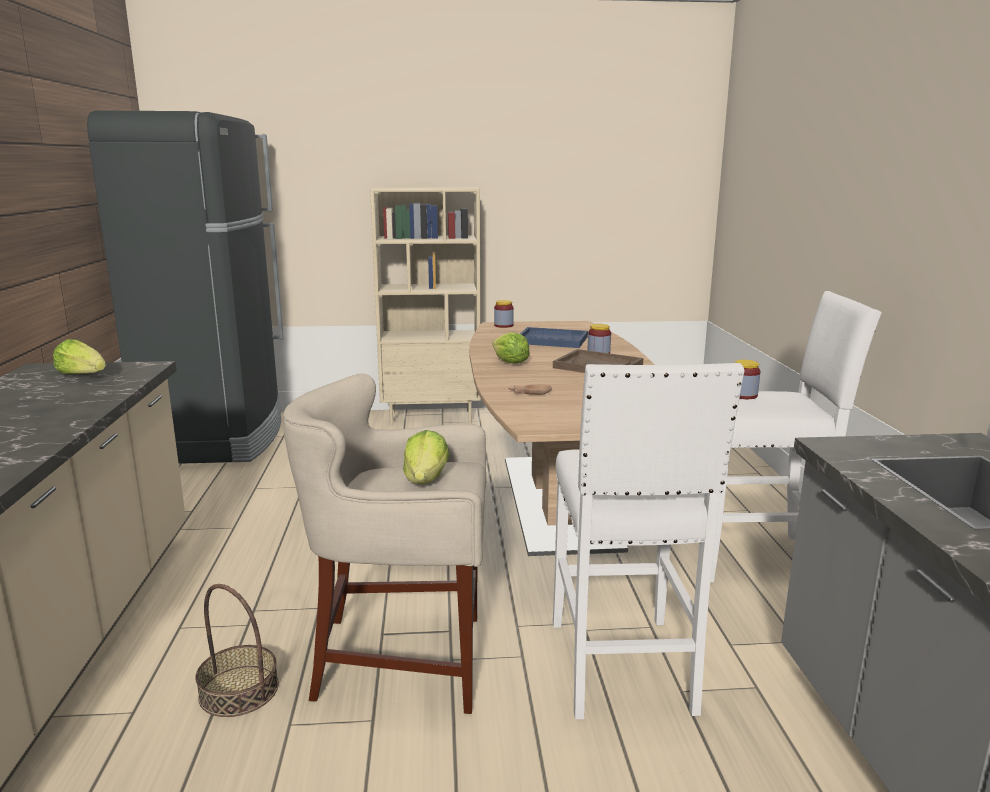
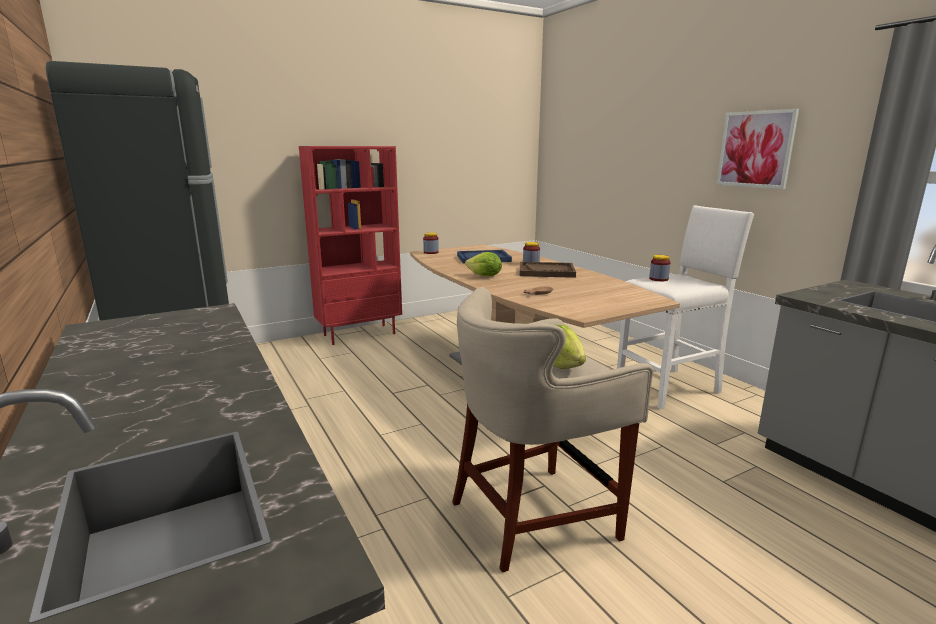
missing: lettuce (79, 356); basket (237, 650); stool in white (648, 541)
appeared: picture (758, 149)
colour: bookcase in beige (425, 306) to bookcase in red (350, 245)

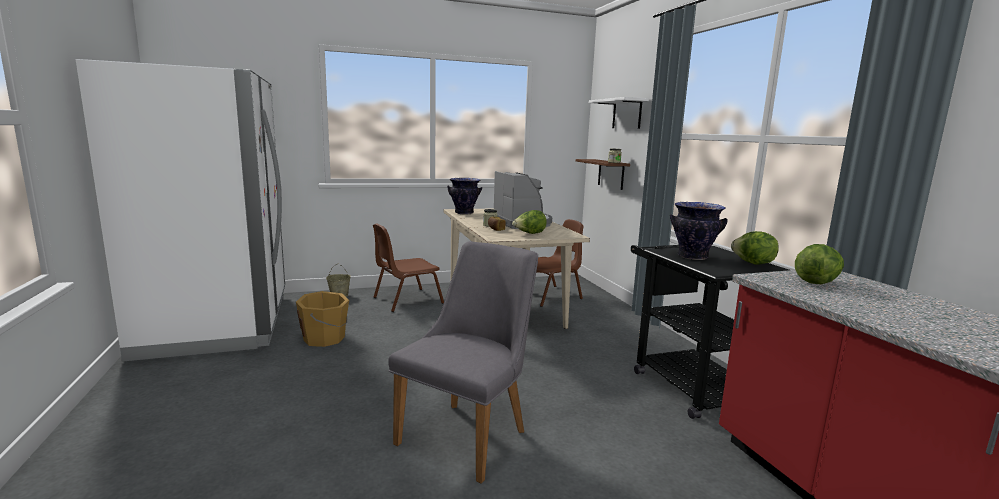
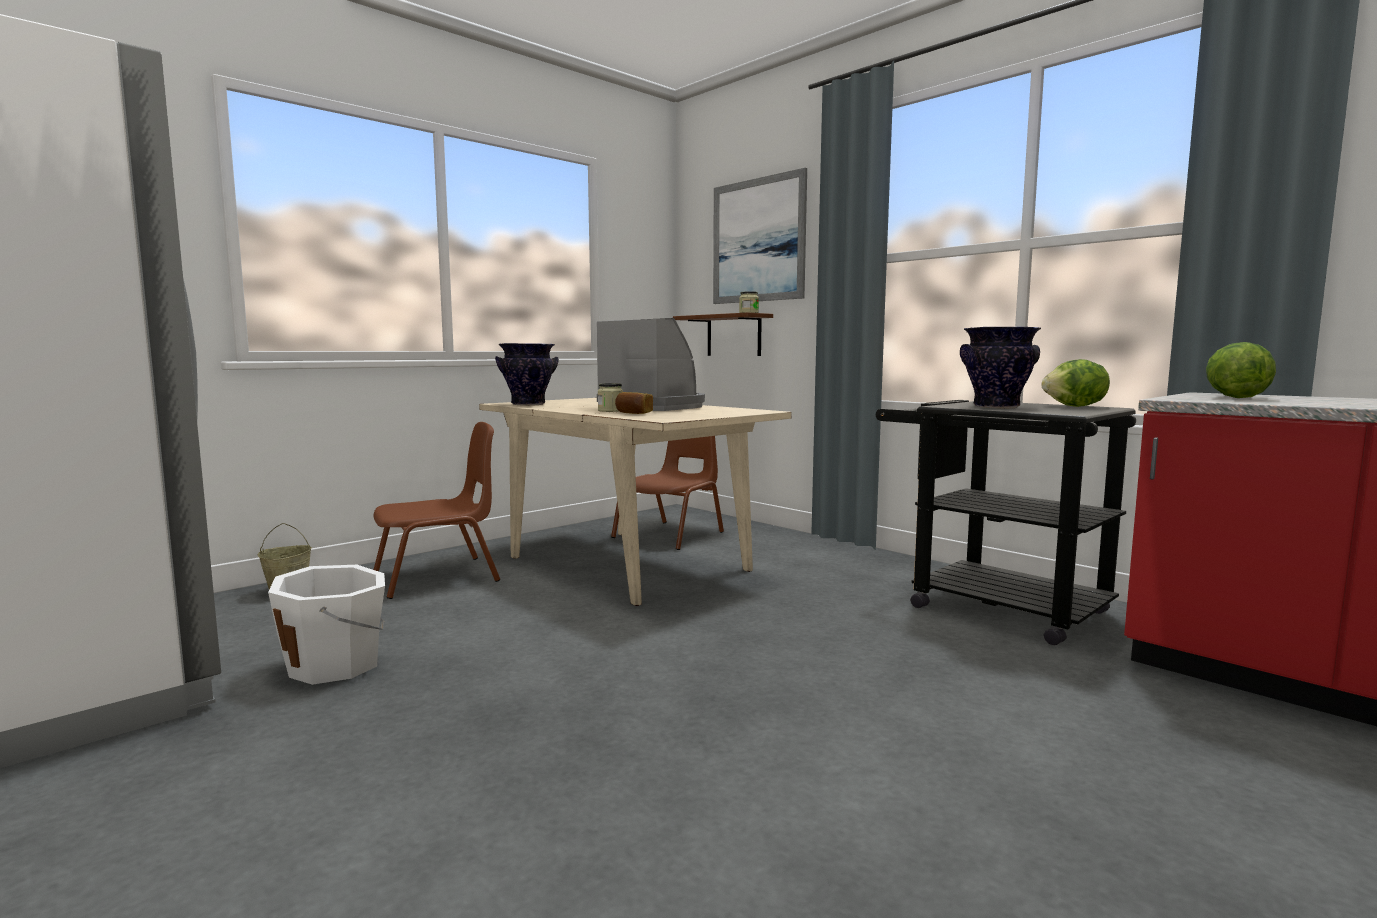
missing: chair in grey (463, 362); lettuce (529, 222)
exchanged: shelf in white (619, 113) to picture (760, 236)
colour: bucket in orange (322, 319) to bucket in white (326, 625)
spun: chair in brown (408, 267) = (437, 510) 150 degrees counterclockwise

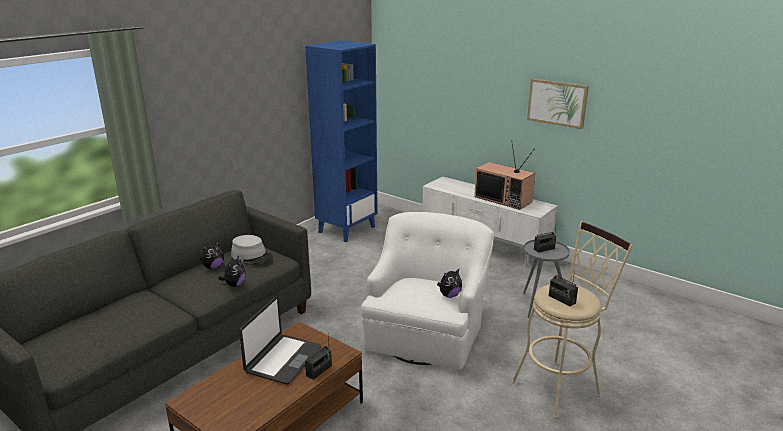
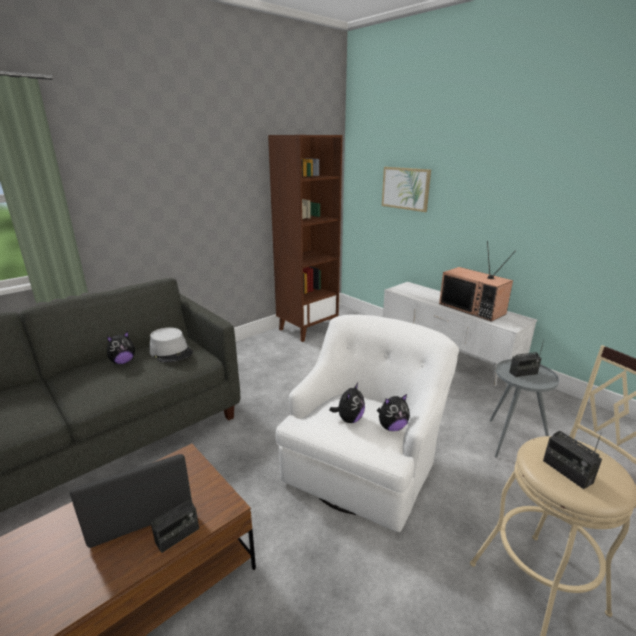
relocated: plush toy (232, 271) to (347, 403); picture (558, 104) to (406, 189)
colour: bookcase in blue (341, 141) to bookcase in brown (305, 238)
spun: laptop (280, 340) = (130, 501) 150 degrees counterclockwise

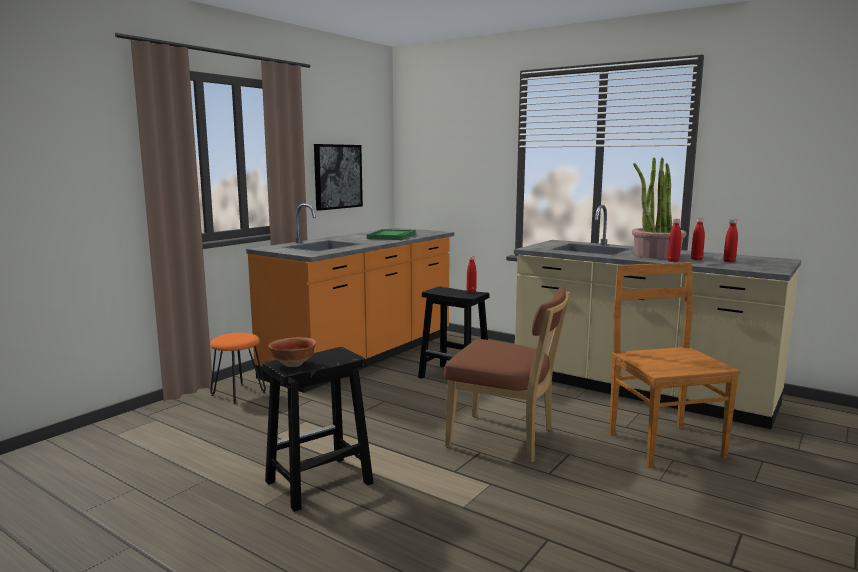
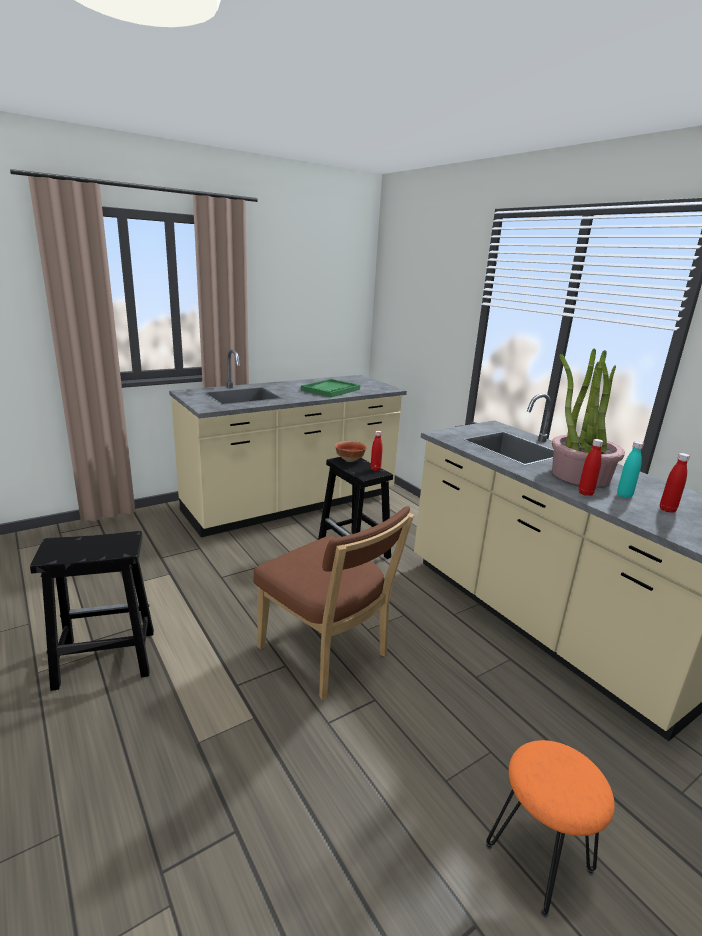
missing: picture (338, 177); chair in brown (674, 365)
relocated: stool in orange (238, 368) to (550, 828); bowl (292, 352) to (351, 451)
colour: counter in orange (350, 298) to counter in beige (288, 443); bottle in red (698, 239) to bottle in turquoise (630, 469)

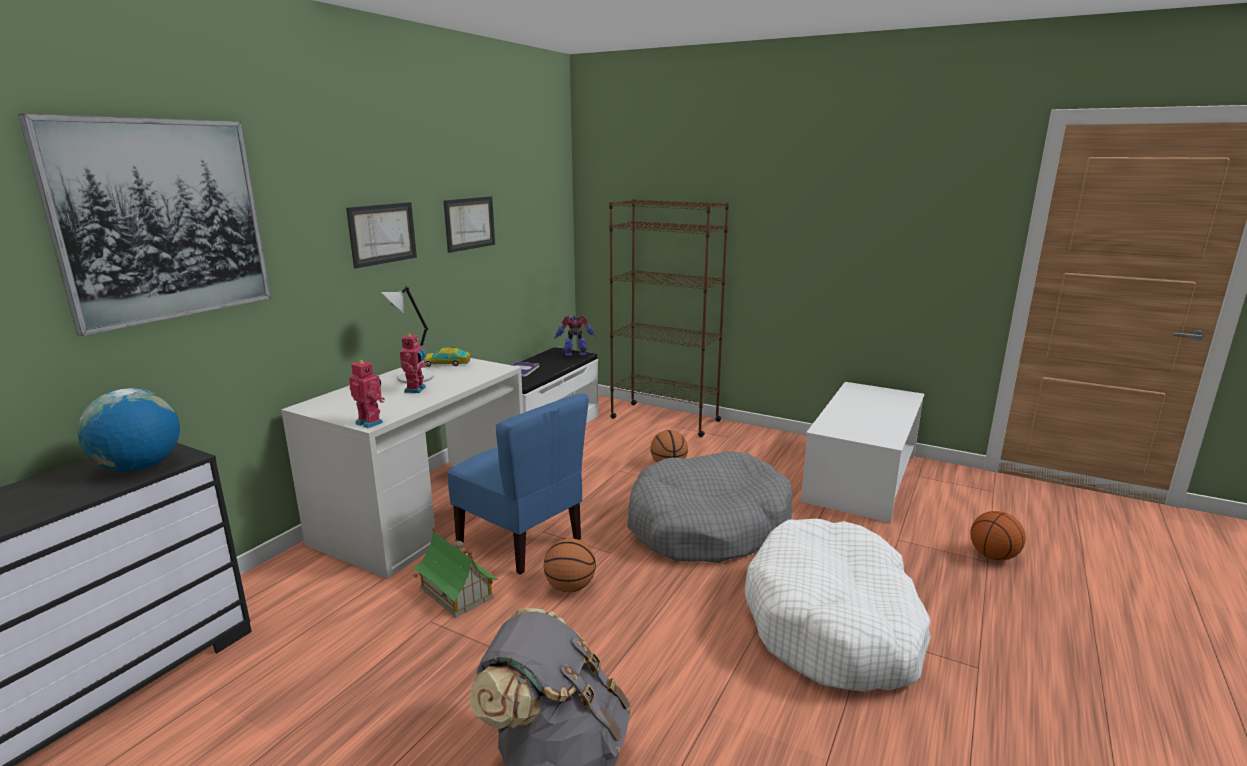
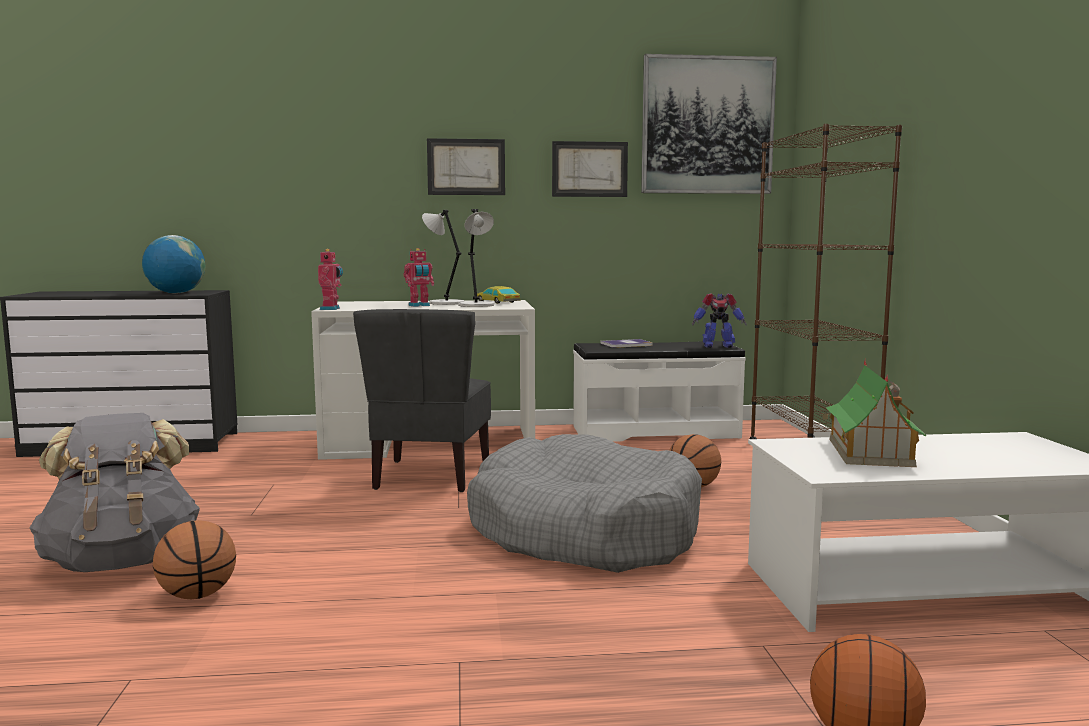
missing: dog bed in white (837, 605)
appeared: table lamp in grey (476, 258)
relocated: picture (144, 225) to (709, 124); toy house (455, 572) to (872, 413); basketball (569, 565) to (194, 559)
colour: chair in blue (518, 484) to chair in grey (422, 400)
spun: toy robot (575, 335) = (719, 320) 135 degrees clockwise

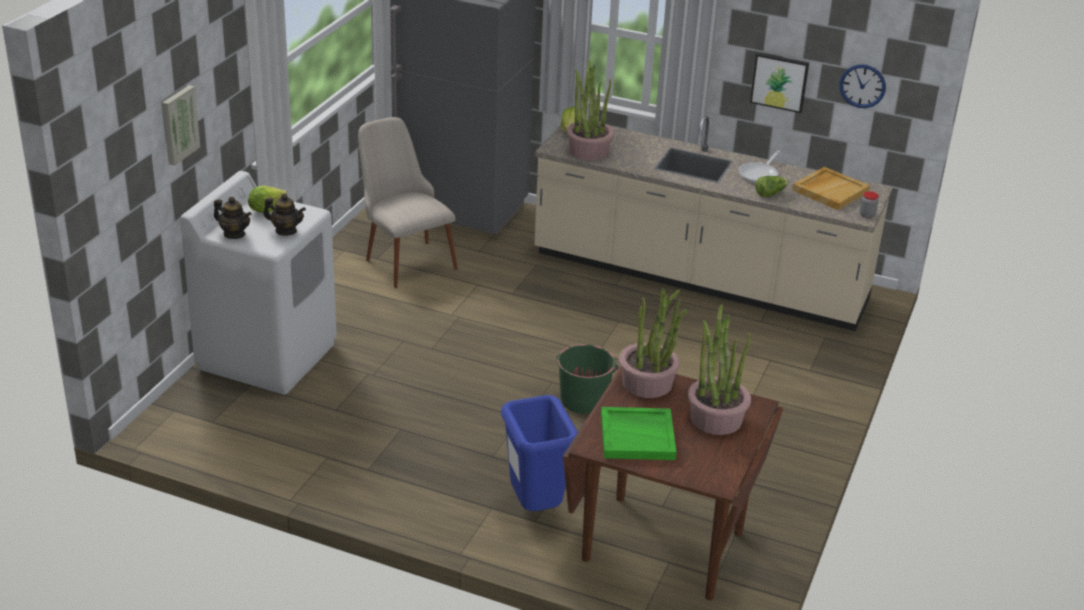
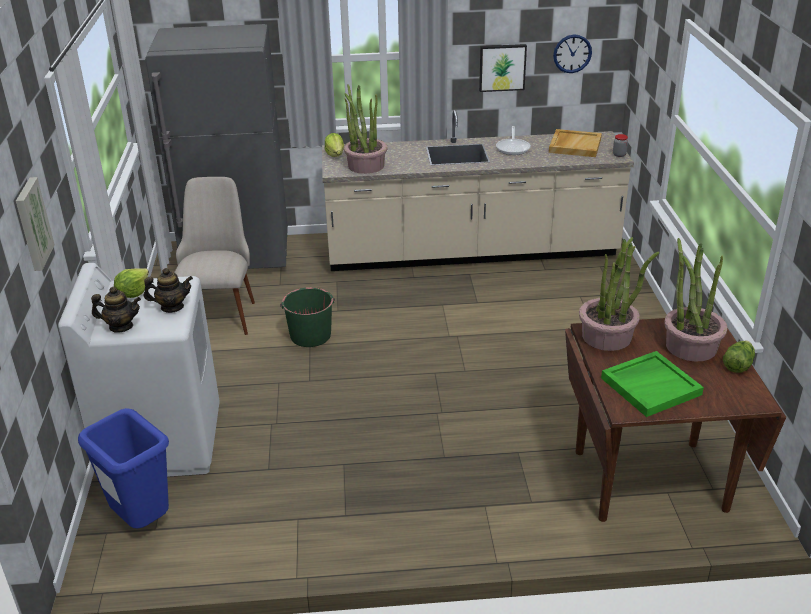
relocated: trash can in blue (539, 453) to (123, 468); bucket in green (587, 379) to (307, 317); lettuce (772, 186) to (739, 357)
spun: chair in beige (408, 202) = (214, 256) 60 degrees clockwise

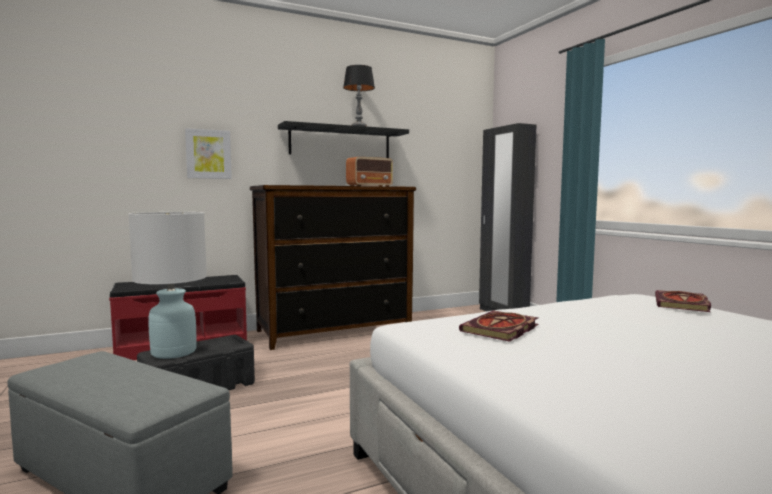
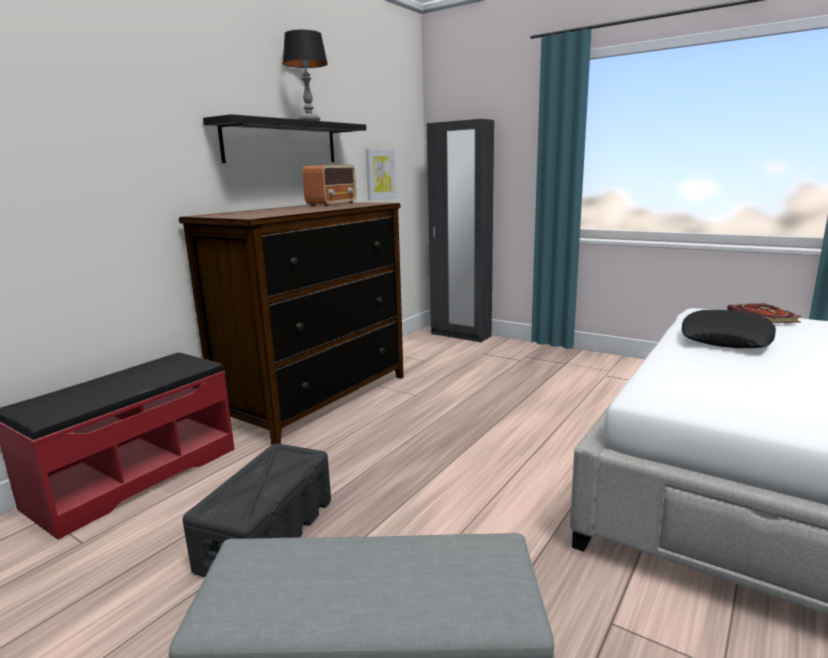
missing: table lamp in white (167, 285); book (498, 326)
appeared: pillow in black (729, 329)
relocated: picture (208, 153) to (381, 174)

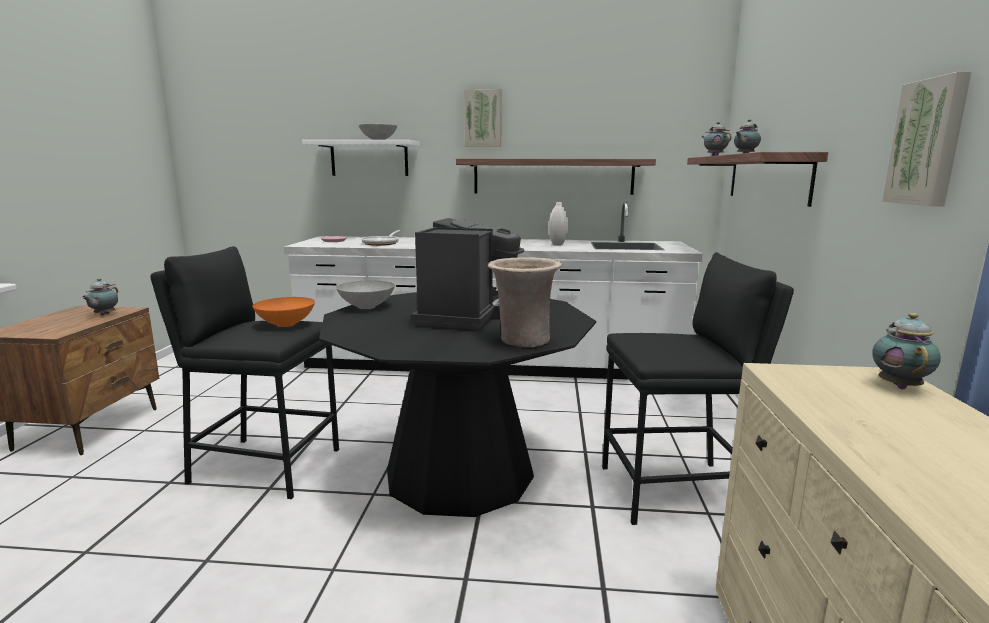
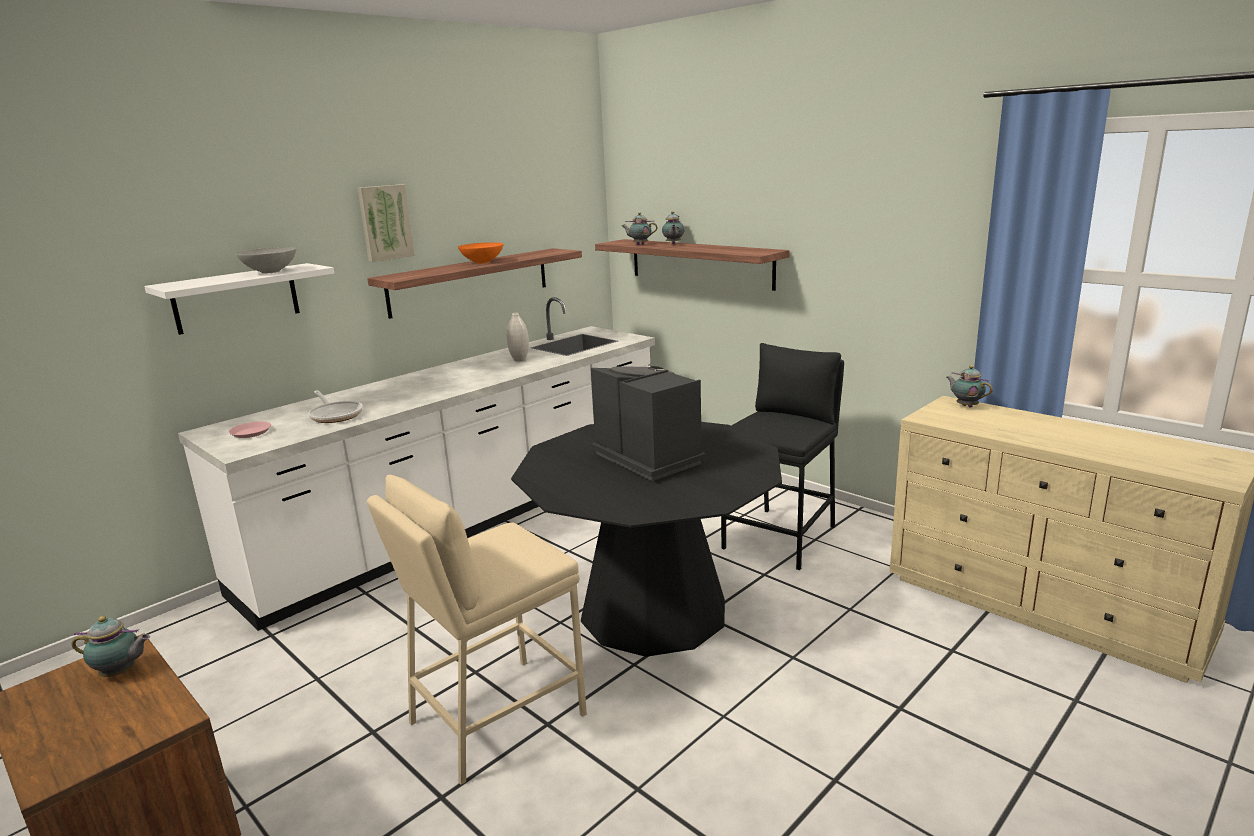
missing: bowl in grey (365, 294); vase in beige (525, 302); picture (927, 138)
relocated: bowl in orange (284, 312) to (481, 253)
colour: stool in black (244, 372) to stool in beige (477, 630)
spun: teapot (100, 297) = (111, 646) 45 degrees counterclockwise

